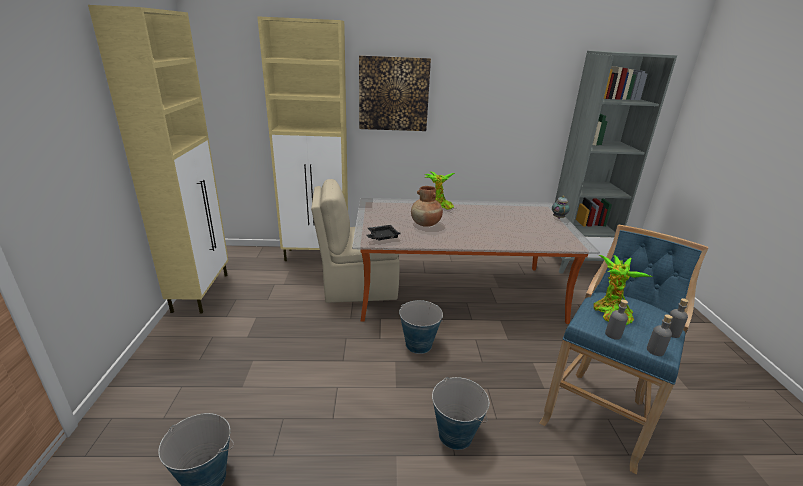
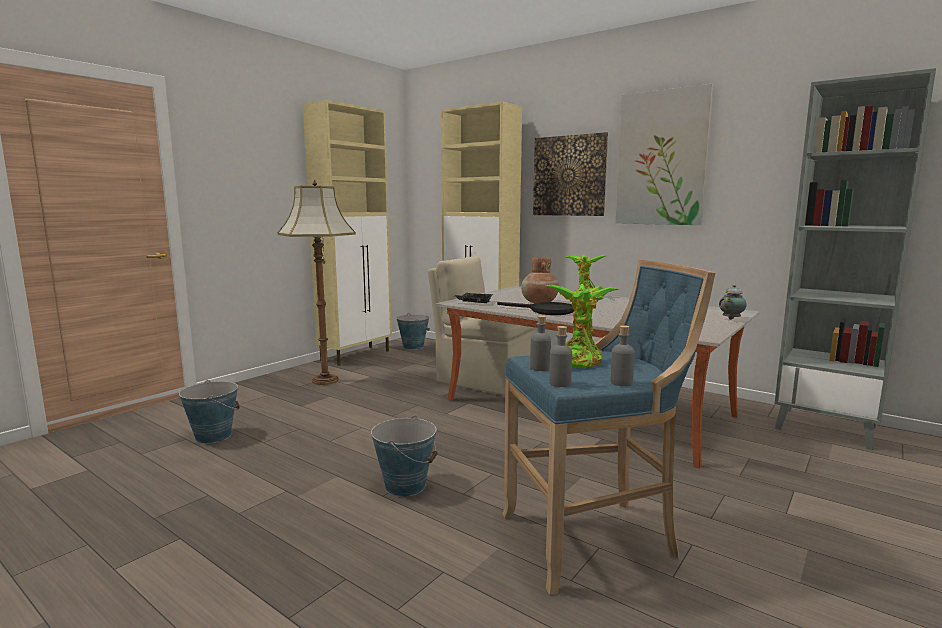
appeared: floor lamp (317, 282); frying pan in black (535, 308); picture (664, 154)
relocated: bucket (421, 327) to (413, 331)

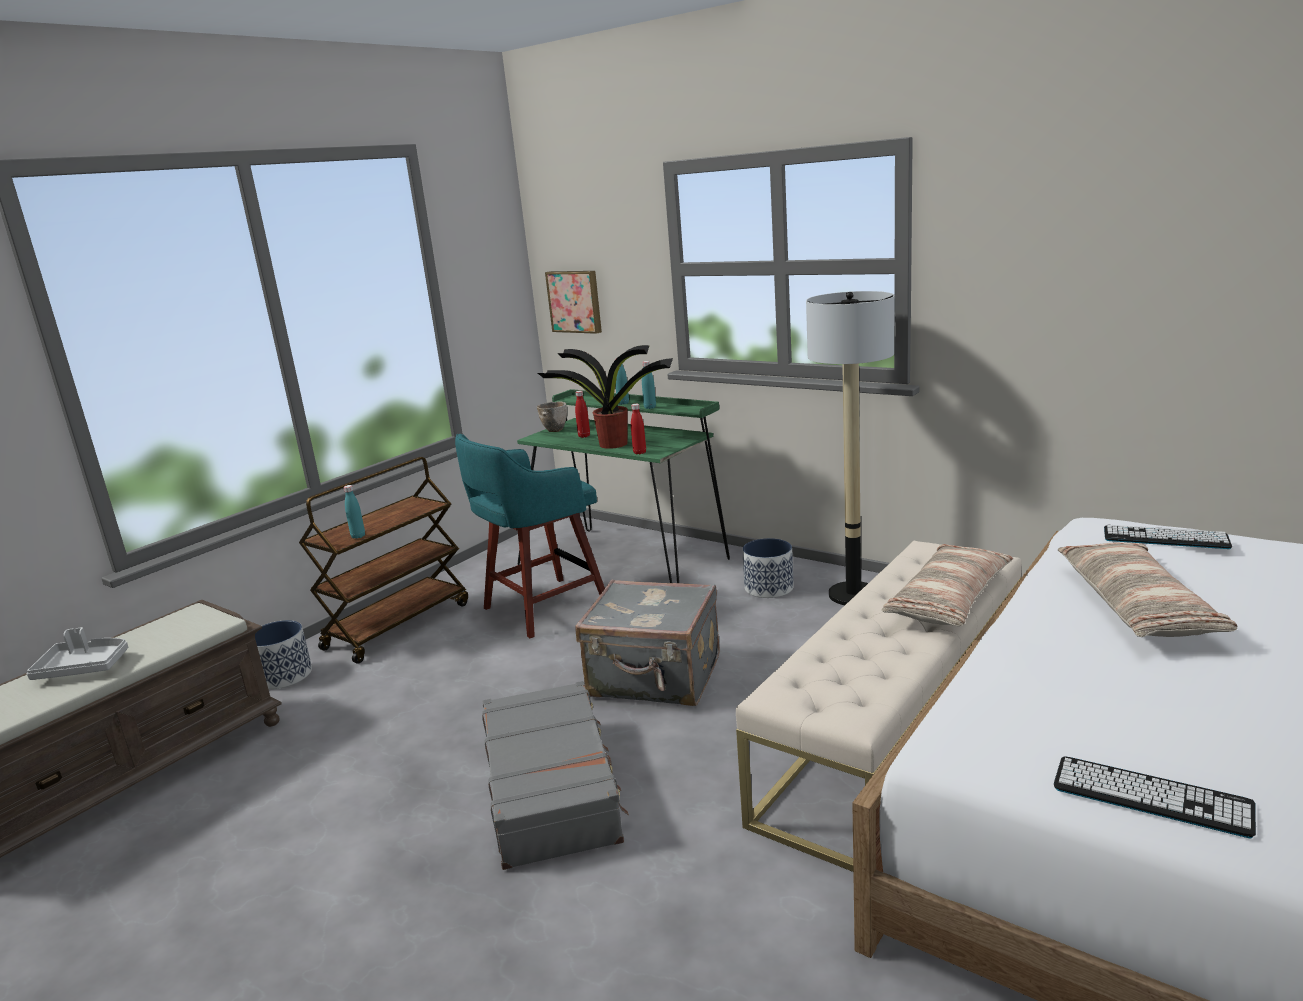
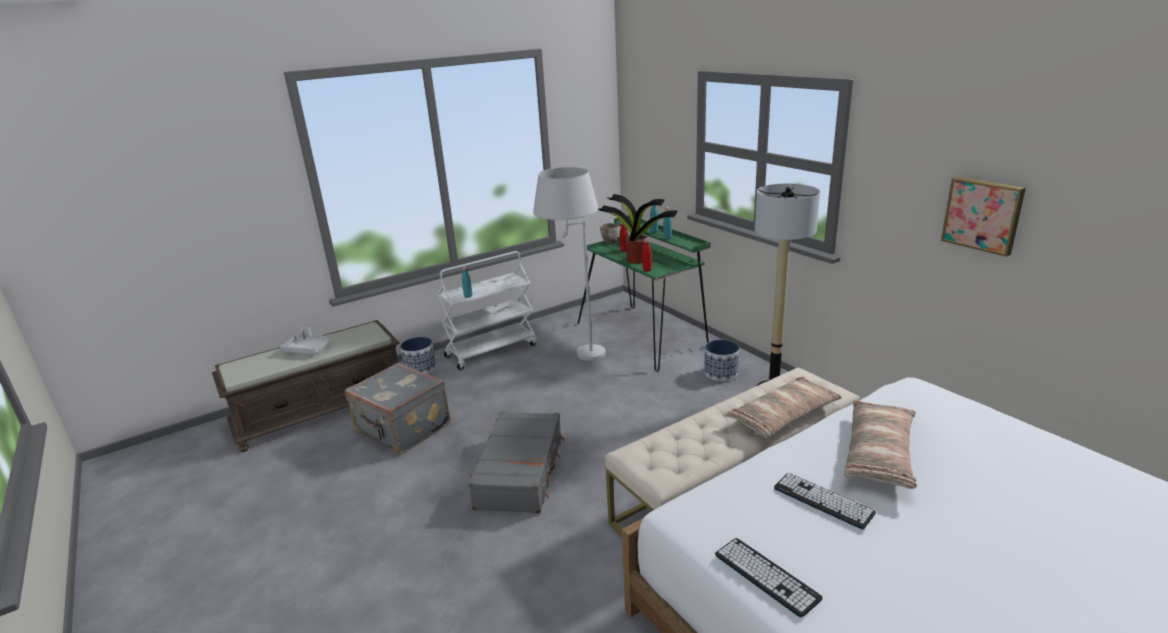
relocated: picture (573, 302) to (983, 217); suitcase in grey (647, 643) to (397, 408); keyboard (1168, 536) to (825, 501)
exchanged: stool in turquoise (530, 536) to floor lamp in white (569, 264)
colour: cart in brown (383, 560) to cart in white (487, 310)

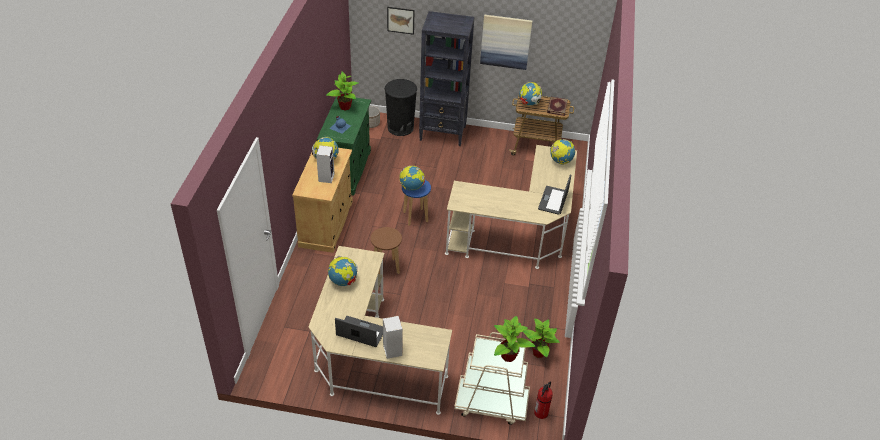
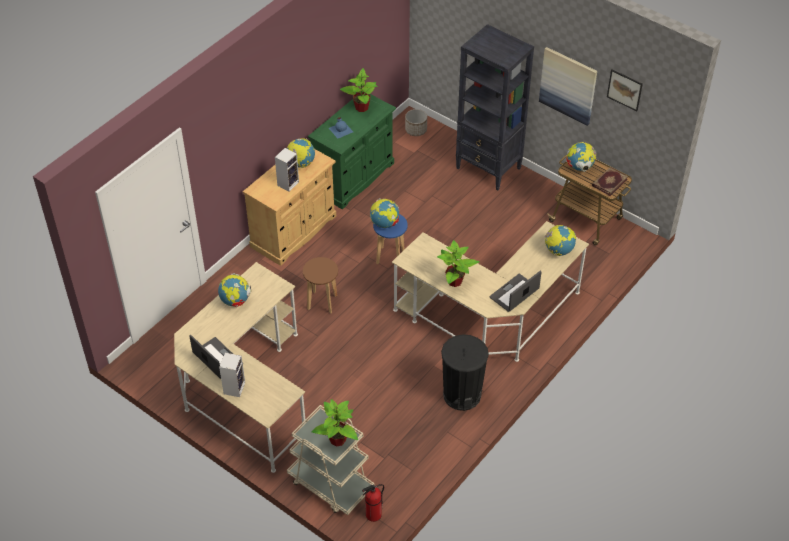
relocated: trash can in black (401, 107) to (465, 372); picture (400, 21) to (625, 90); potted plant (541, 338) to (458, 263)

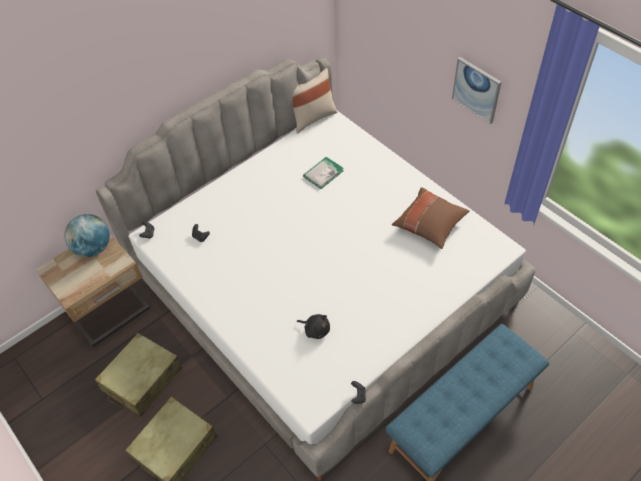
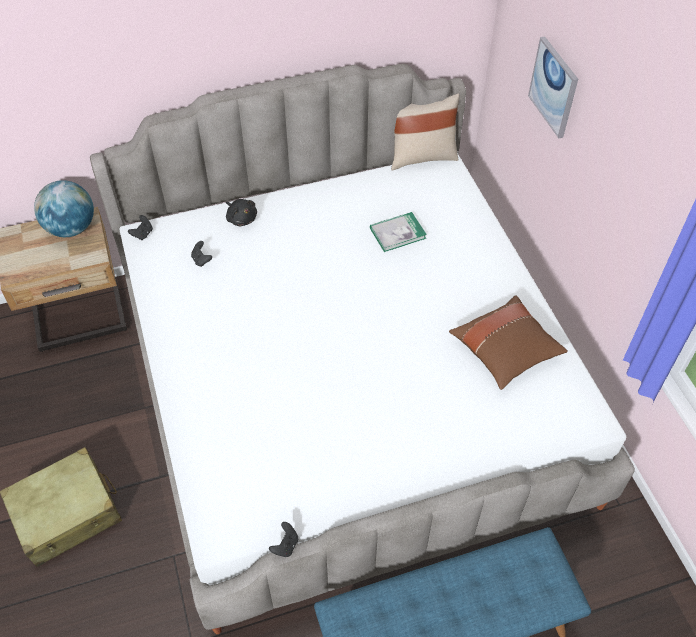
missing: suitcase in beige (138, 375)
relocated: plush toy in black (313, 326) to (241, 212); picture (476, 90) to (553, 87)

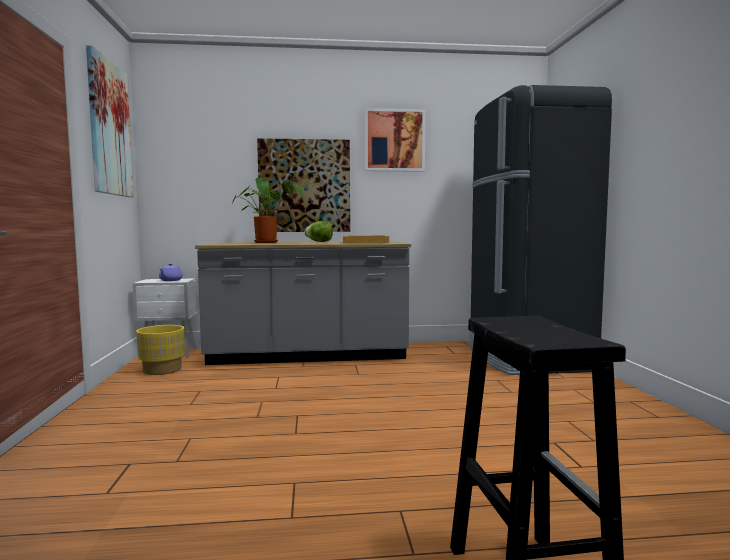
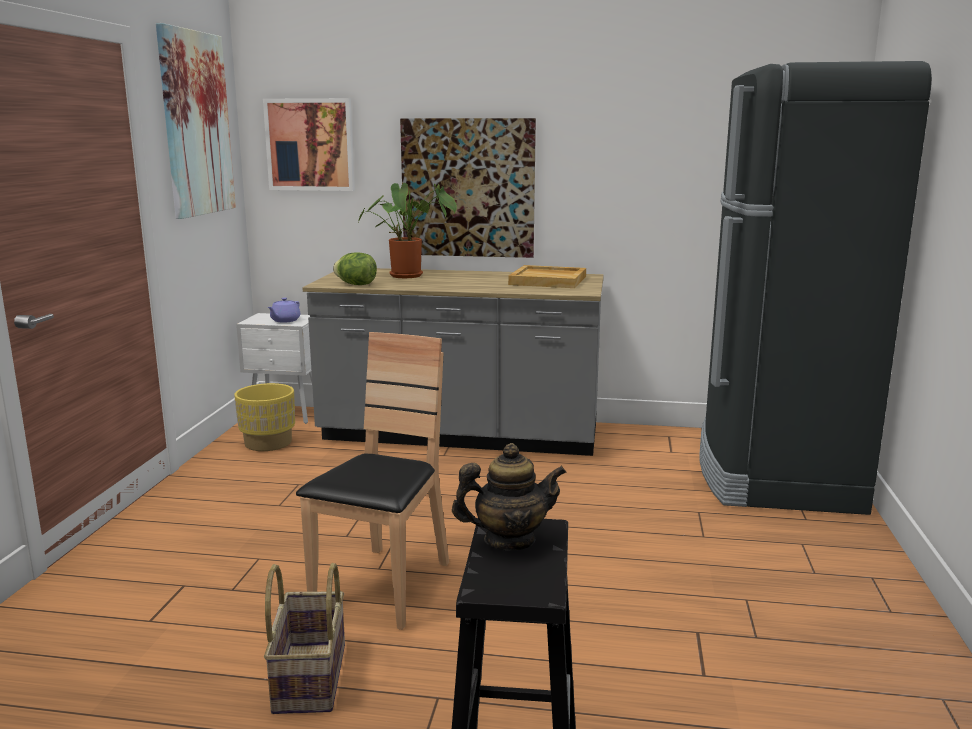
appeared: basket (304, 638); chair in brown (372, 481); teapot (509, 497)
relocated: lettuce (319, 231) to (355, 268); picture (395, 140) to (309, 144)

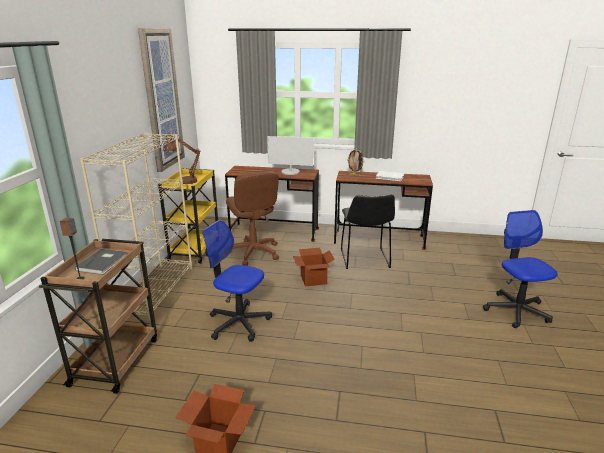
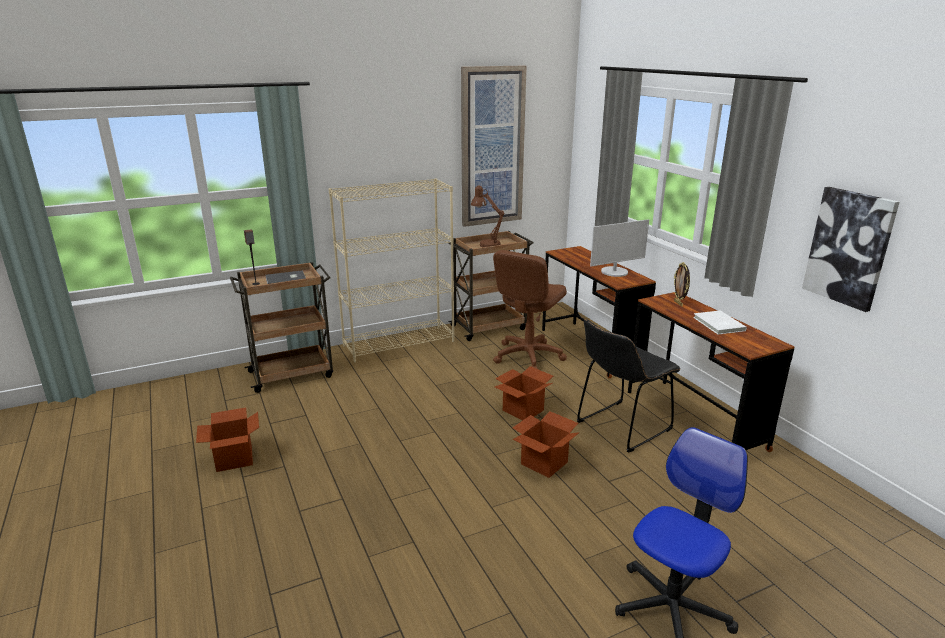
missing: office chair (237, 281)
appeared: cardboard box (546, 444); picture (850, 249)
colour: cart in yellow (188, 216) to cart in brown (491, 286)
spun: monitor (290, 155) = (619, 248) 90 degrees counterclockwise

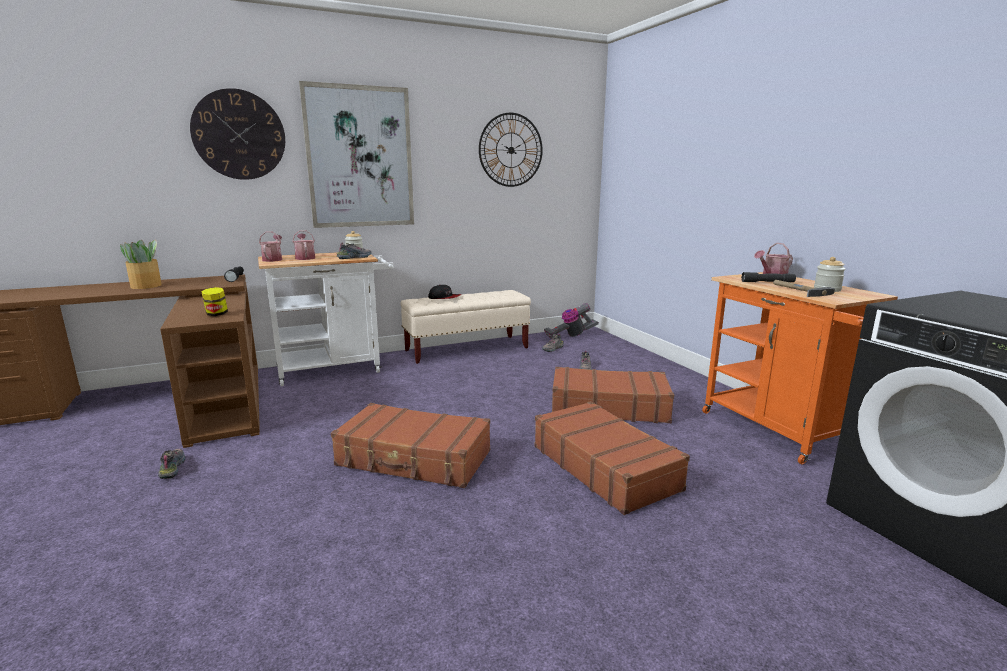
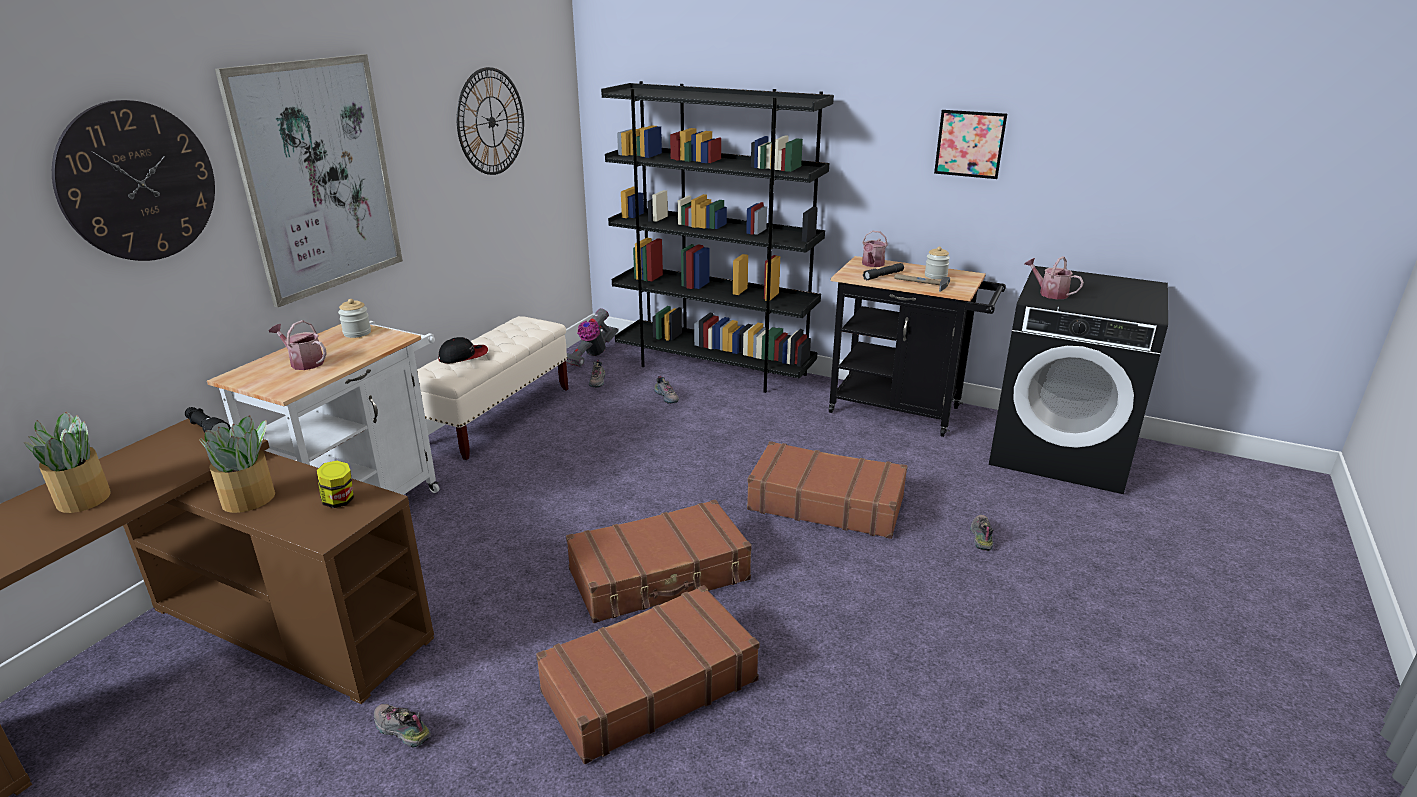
appeared: potted plant (237, 464); bookcase in black (717, 237); picture (970, 144)
relocated: watering can (270, 247) to (1054, 277); shoe (354, 251) to (982, 533); suitcase in brown (613, 395) to (647, 674)
colour: cart in orange (800, 368) to cart in black (917, 346)

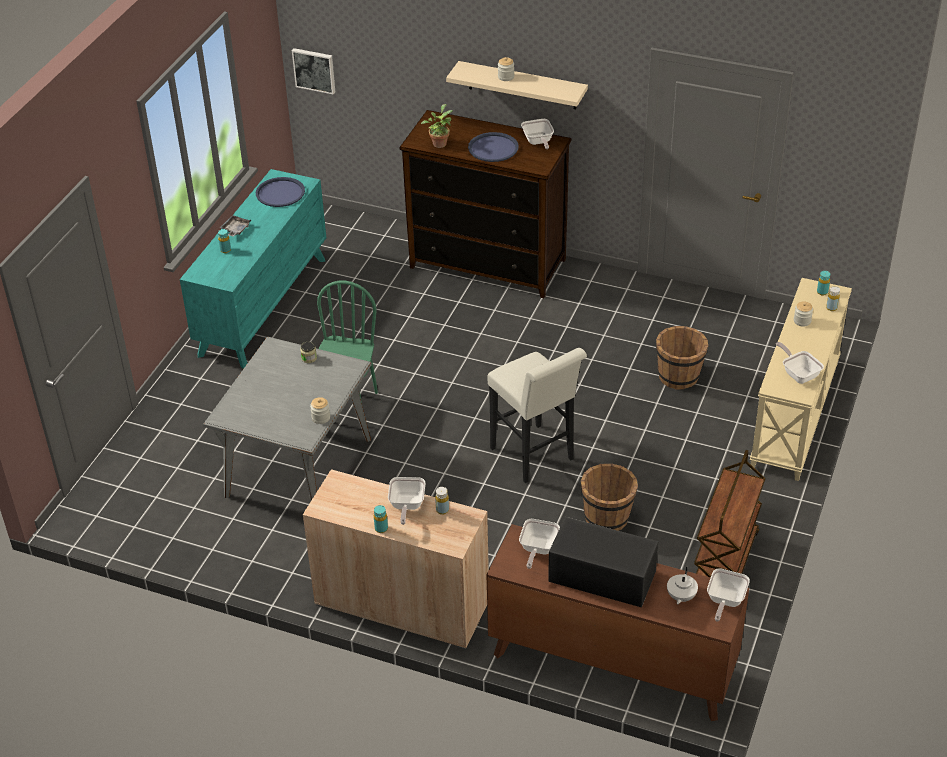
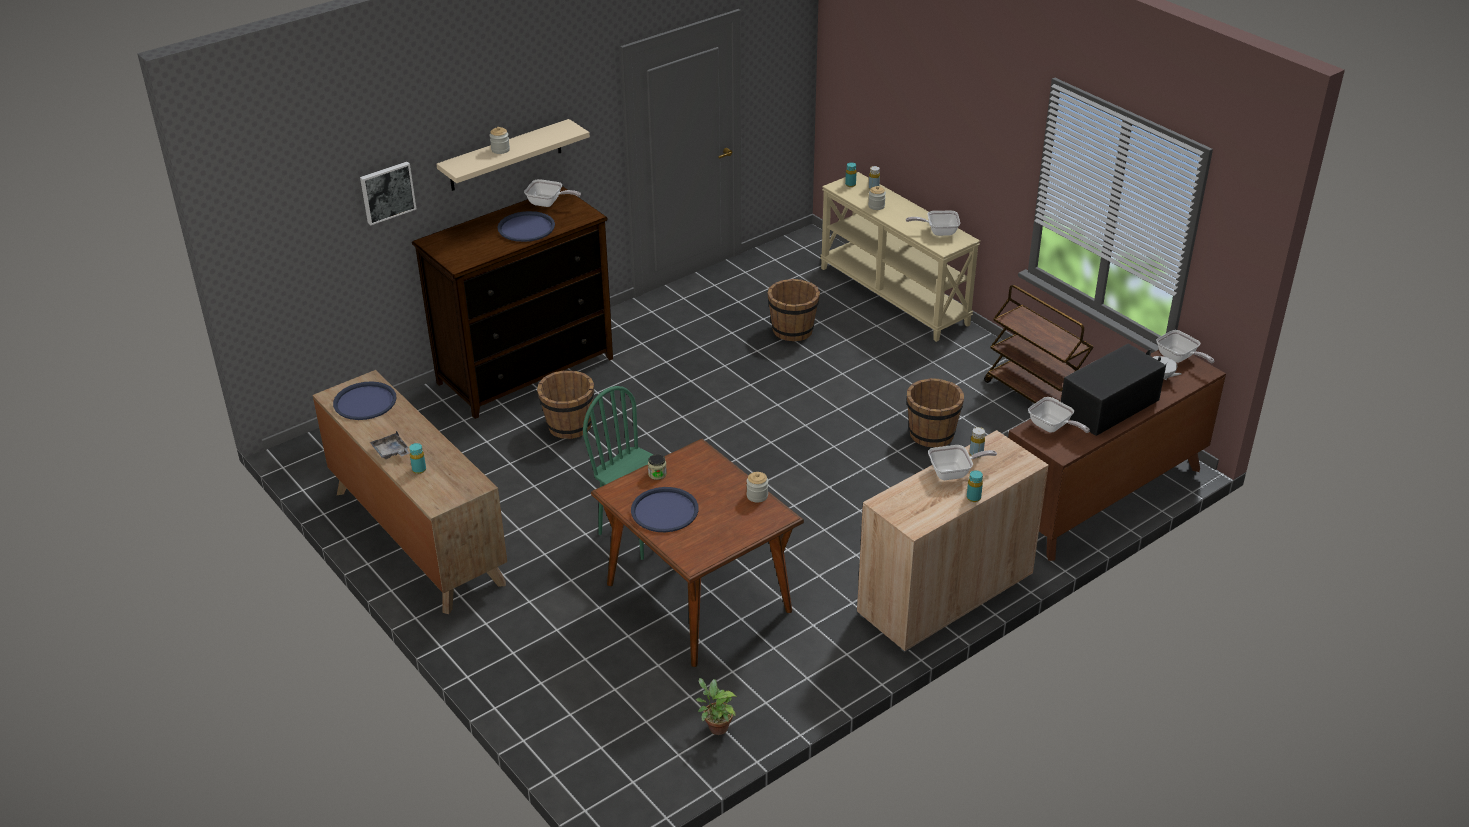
missing: stool in white (537, 415)
appeared: bucket in brown (565, 404); tray in blue (665, 509)
relocated: picture (313, 71) to (388, 193); potted plant (437, 126) to (716, 706)
colour: dresser in turquoise (253, 269) to dresser in brown (409, 492); dining table in grey (287, 419) to dining table in brown (697, 553)
spun: frying pan (406, 501) = (962, 462) 45 degrees counterclockwise

